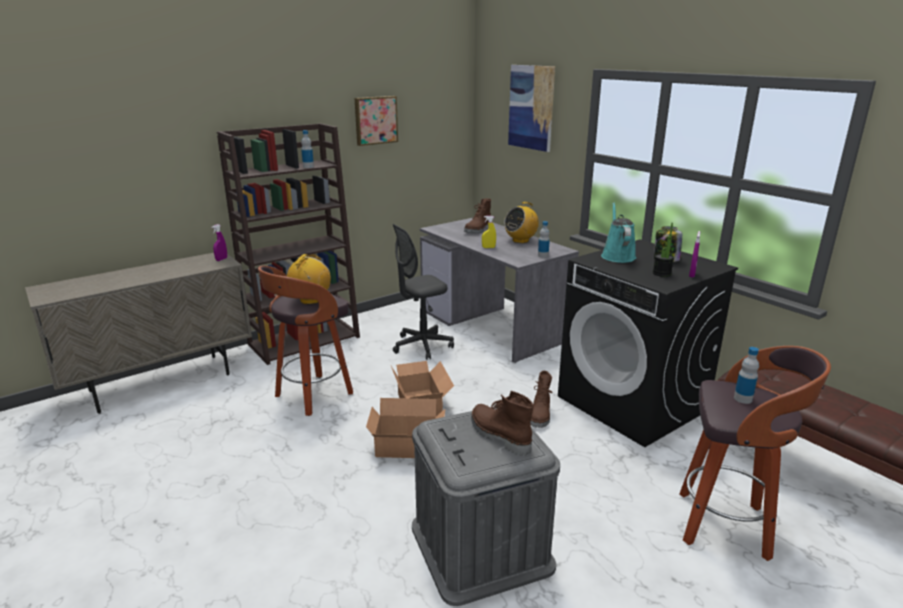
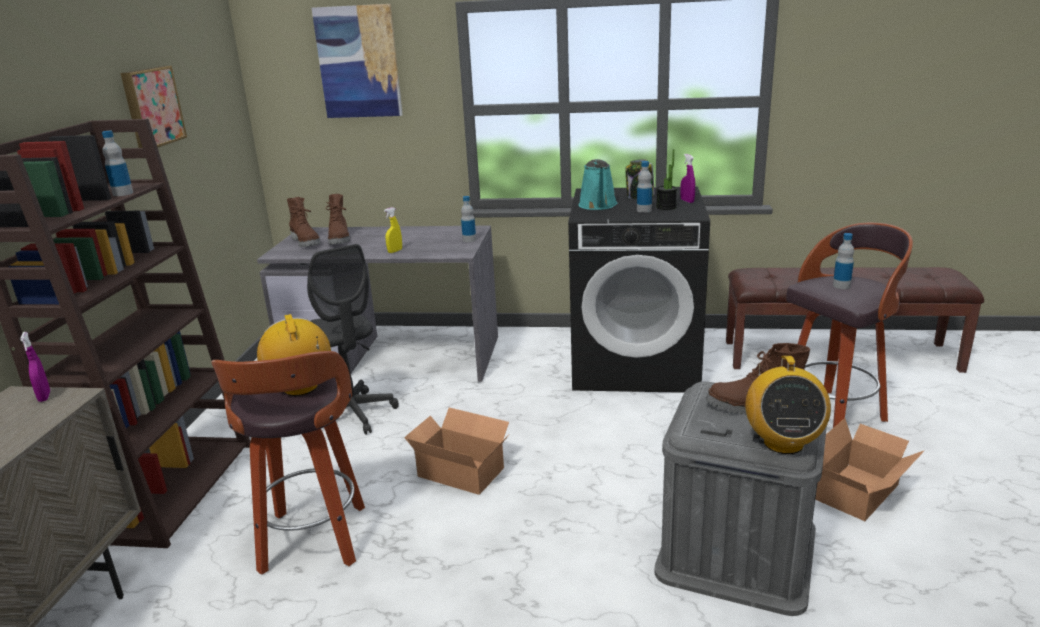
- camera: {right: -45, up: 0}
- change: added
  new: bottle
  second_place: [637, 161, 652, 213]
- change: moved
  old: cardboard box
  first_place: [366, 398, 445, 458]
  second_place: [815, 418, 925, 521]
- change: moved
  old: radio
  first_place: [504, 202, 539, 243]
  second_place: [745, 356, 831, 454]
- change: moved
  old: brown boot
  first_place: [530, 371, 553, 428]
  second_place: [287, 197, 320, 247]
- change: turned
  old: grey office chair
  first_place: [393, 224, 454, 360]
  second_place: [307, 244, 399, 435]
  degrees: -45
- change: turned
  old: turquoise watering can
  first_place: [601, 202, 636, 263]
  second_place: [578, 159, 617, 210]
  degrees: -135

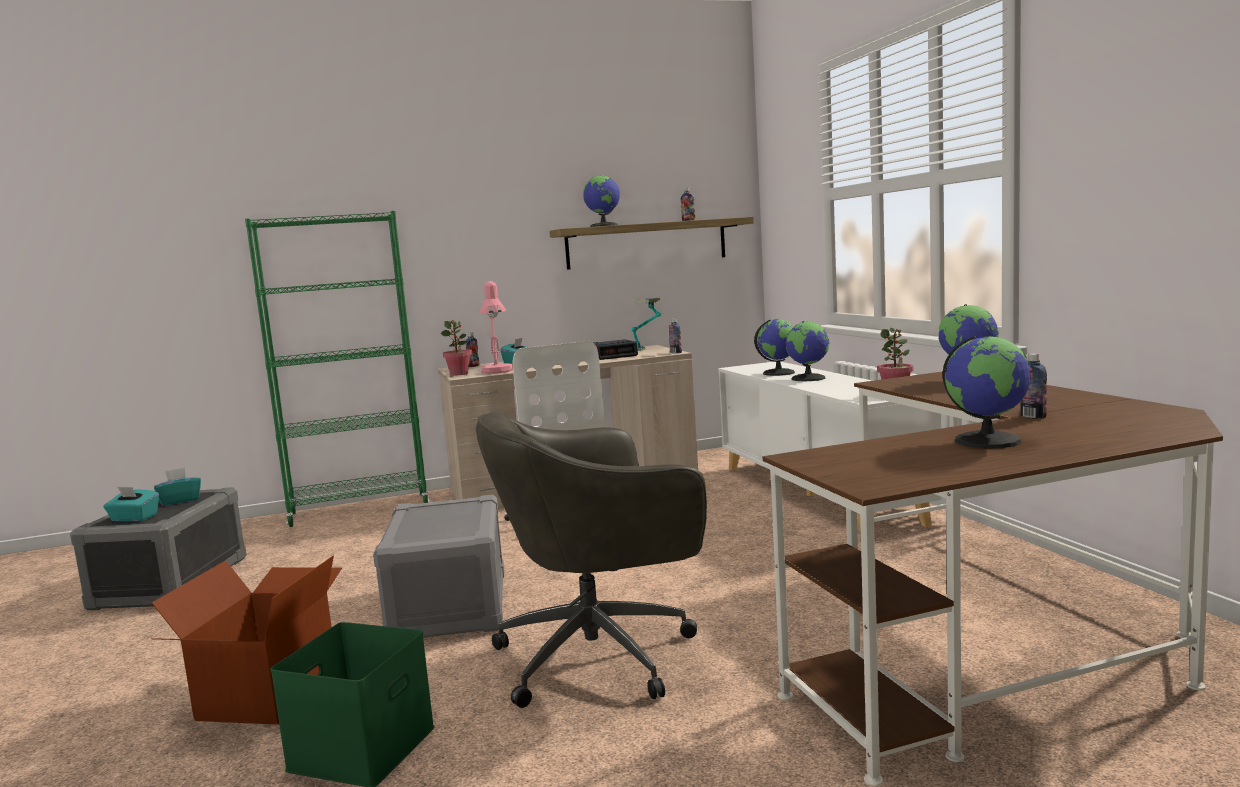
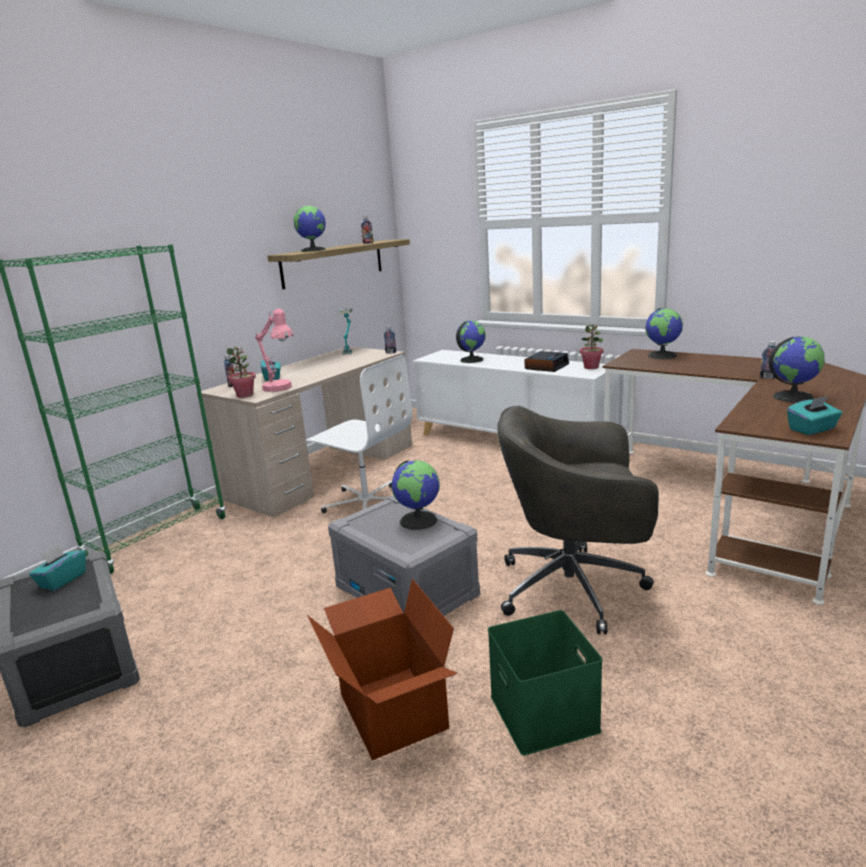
- camera: {right: -35, up: 10}
- change: moved
  old: turquoise tissue box
  first_place: [103, 487, 159, 522]
  second_place: [787, 396, 842, 435]
- change: moved
  old: alarm clock
  first_place: [593, 339, 638, 360]
  second_place: [525, 351, 569, 372]
- change: moved
  old: globe
  first_place: [786, 321, 829, 381]
  second_place: [391, 460, 440, 530]
- change: turned
  old: grey office chair
  first_place: [476, 412, 707, 708]
  second_place: [497, 406, 659, 634]
  degrees: 60

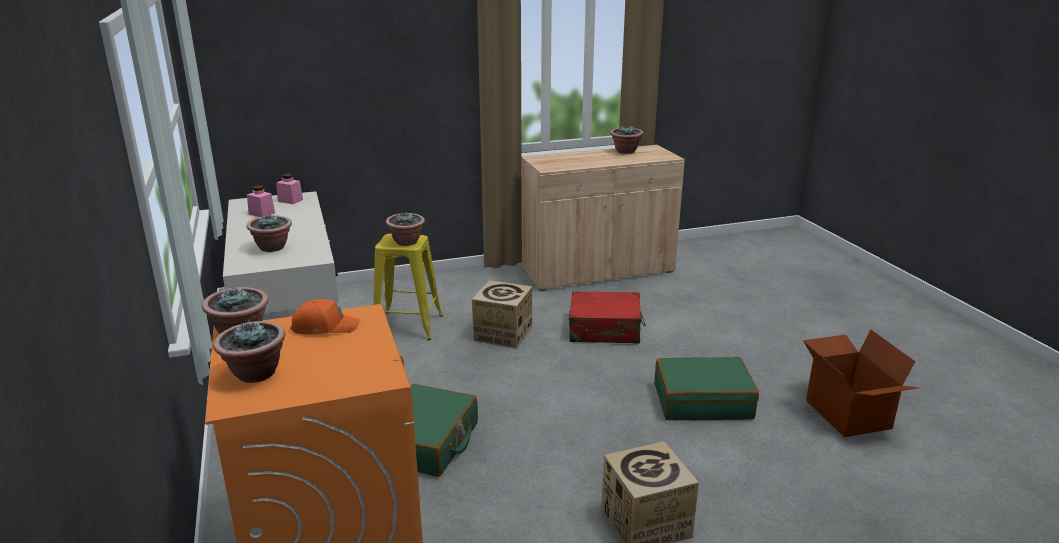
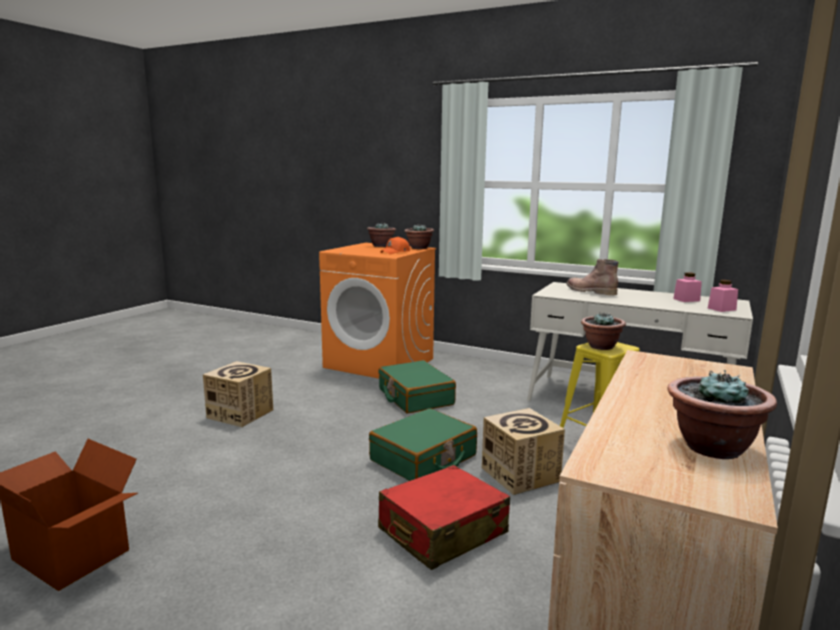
- camera: {right: 135, up: -10}
- change: moved
  old: green suitcase
  first_place: [654, 357, 759, 420]
  second_place: [369, 408, 477, 481]
- change: replaced
  old: potted plant
  new: brown boot
  first_place: [247, 215, 292, 252]
  second_place: [566, 259, 618, 295]

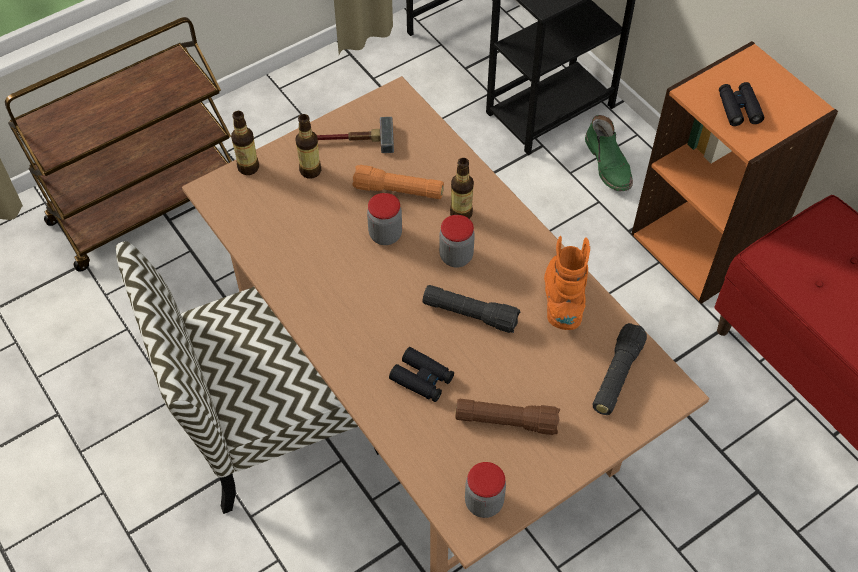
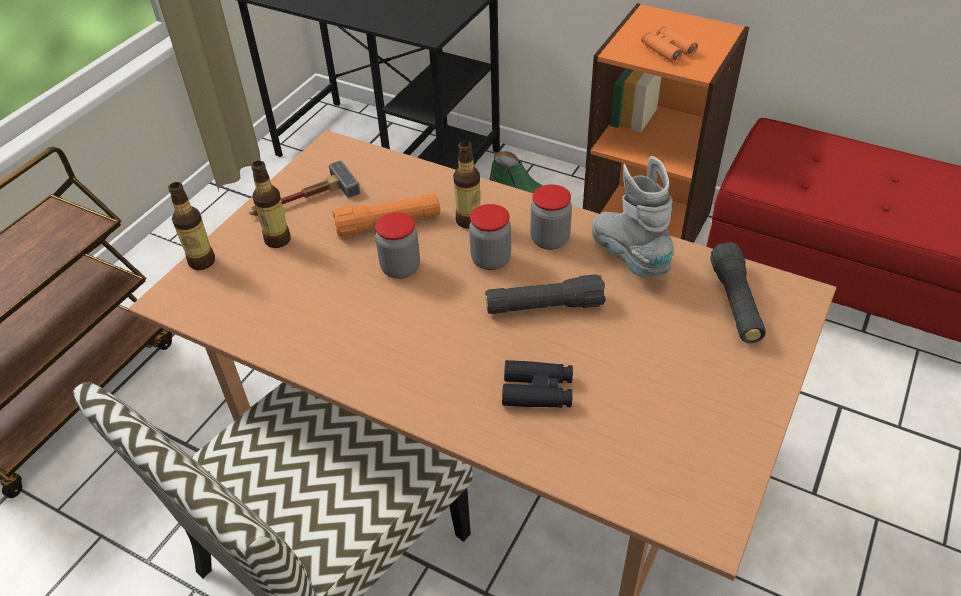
- camera: {right: -25, up: -10}
- change: removed
  old: brown flashlight
  first_place: [455, 399, 560, 435]
- change: moved
  old: jar
  first_place: [465, 462, 506, 518]
  second_place: [530, 184, 572, 250]
- change: recoloured
  old: orange boot
  new: grey boot
  first_place: [544, 236, 590, 330]
  second_place: [592, 156, 675, 277]
- change: recoloured
  old: black binoculars
  new: orange binoculars
  first_place: [719, 82, 764, 126]
  second_place: [641, 25, 698, 63]

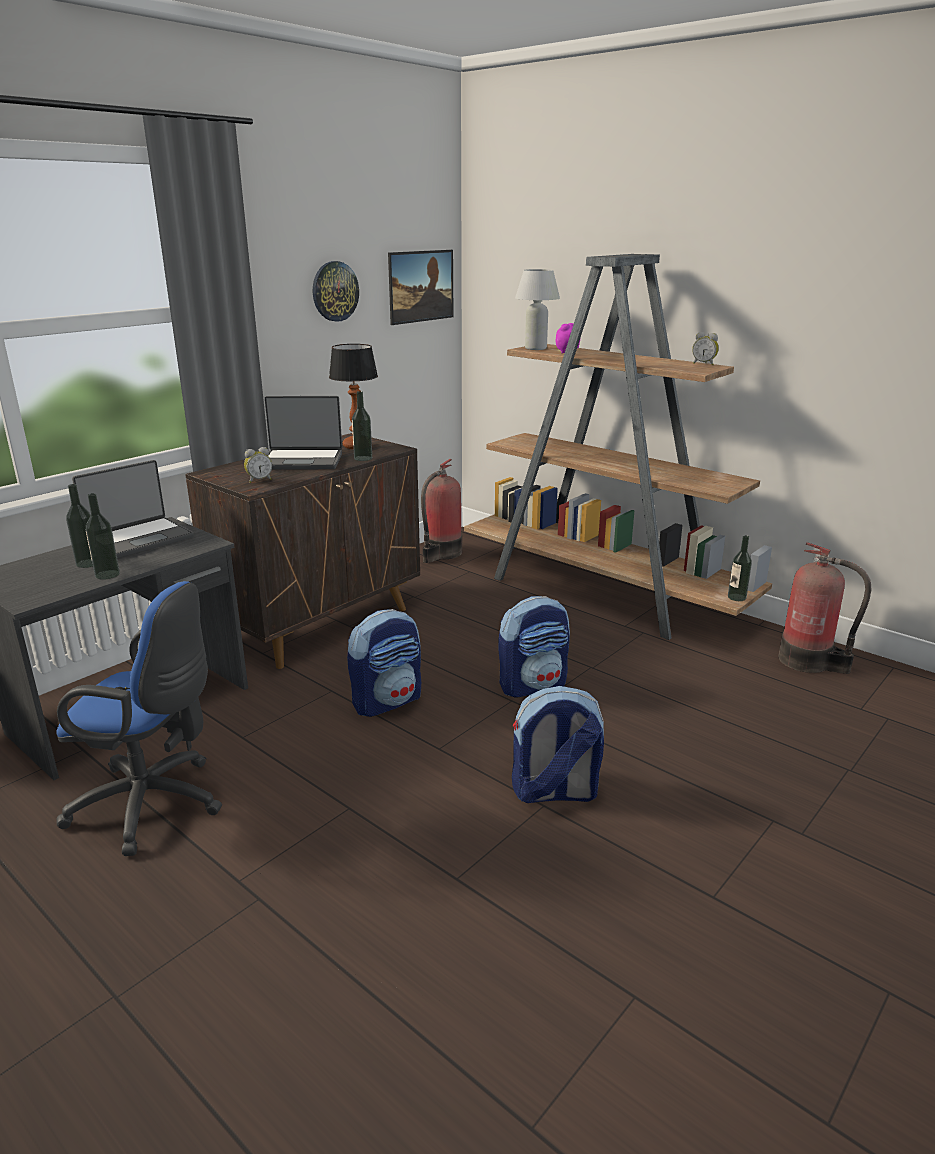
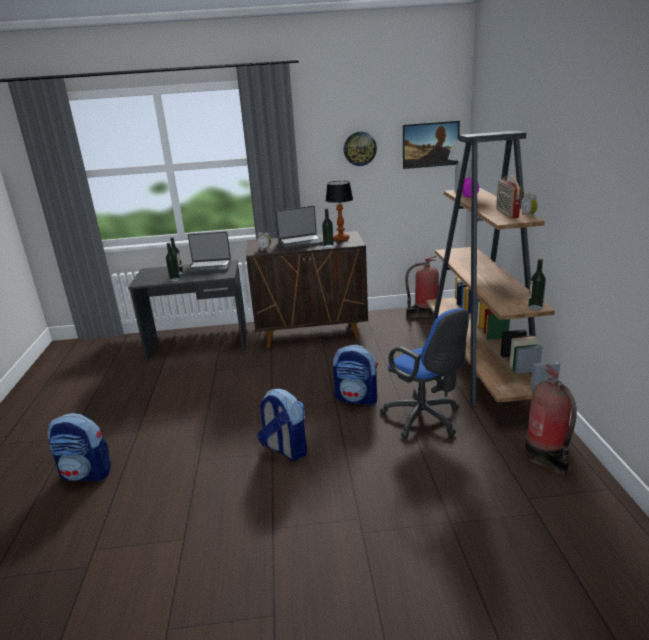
- camera: {right: 45, up: 0}
- change: added
  new: radio
  second_place: [496, 175, 522, 218]
- change: moved
  old: blue office chair
  first_place: [56, 581, 222, 856]
  second_place: [380, 308, 469, 438]
- change: moved
  old: backpack
  first_place: [347, 609, 421, 717]
  second_place: [48, 413, 111, 482]
- change: moved
  old: bottle
  first_place: [728, 535, 752, 601]
  second_place: [528, 259, 546, 310]
- change: turned
  old: laptop
  first_place: [265, 396, 342, 470]
  second_place: [276, 206, 323, 250]
  degrees: -60

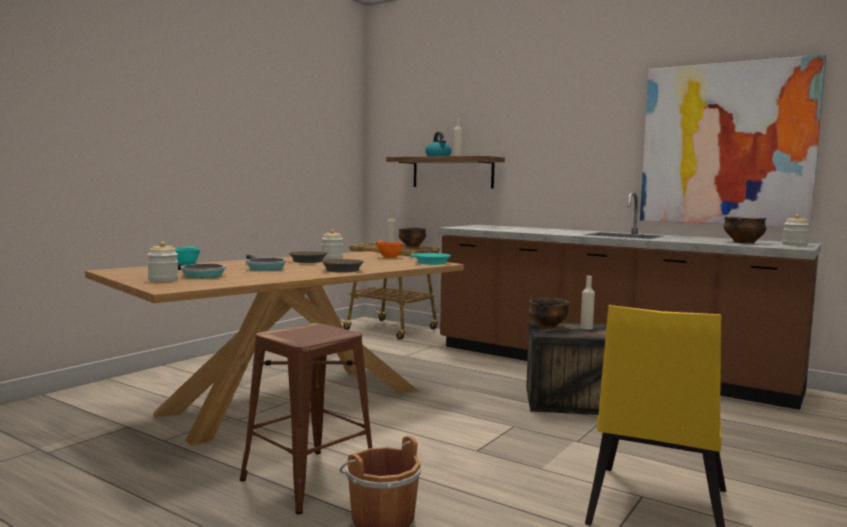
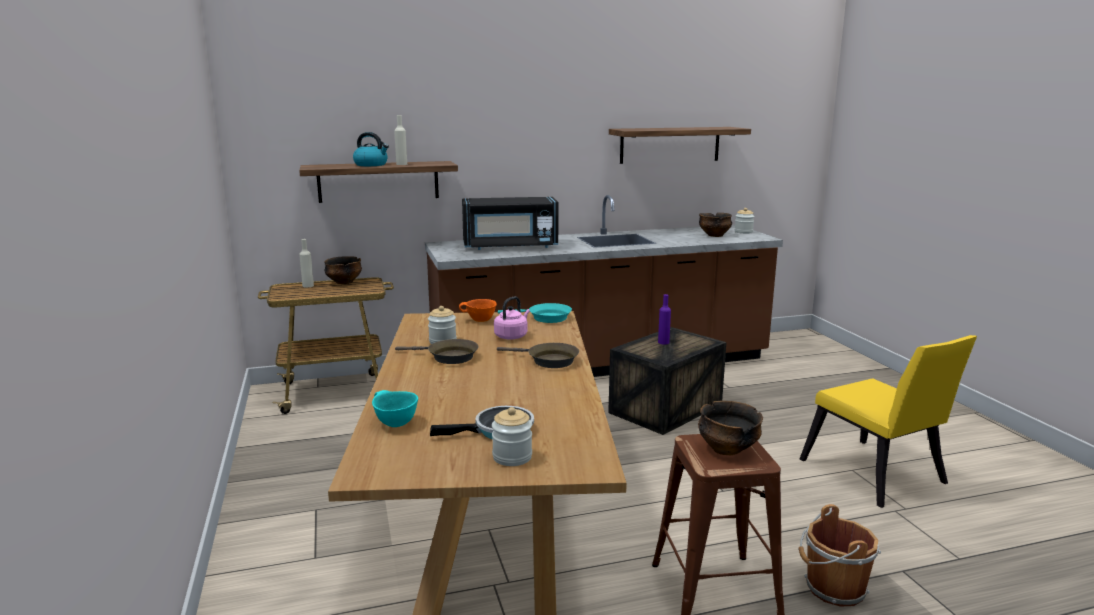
- camera: {right: -50, up: 10}
- change: removed
  old: frying pan
  first_place: [246, 255, 286, 271]
- change: added
  new: black microwave
  second_place: [462, 197, 559, 250]
- change: added
  new: pink kettle
  second_place: [494, 296, 530, 340]
- change: moved
  old: bowl
  first_place: [529, 298, 569, 328]
  second_place: [698, 401, 763, 455]
- change: replaced
  old: picture
  new: shelf
  first_place: [640, 54, 826, 228]
  second_place: [609, 127, 751, 164]
- change: recoloured
  old: beige bottle
  new: purple bottle
  first_place: [580, 276, 595, 330]
  second_place: [658, 294, 671, 345]

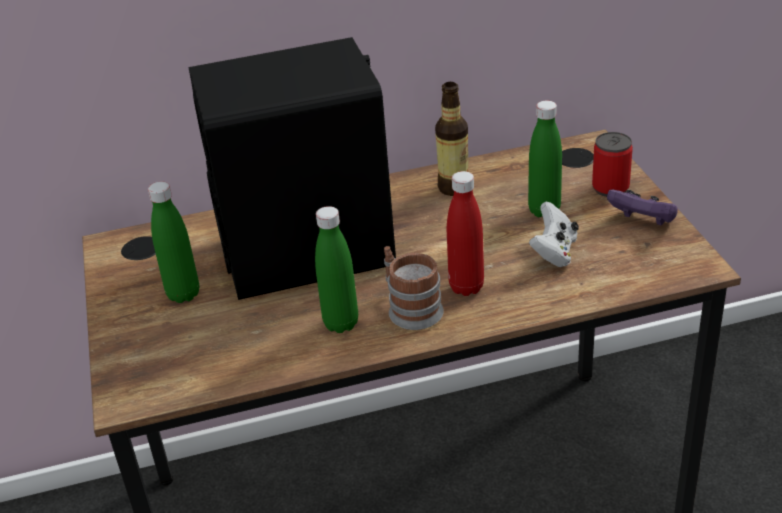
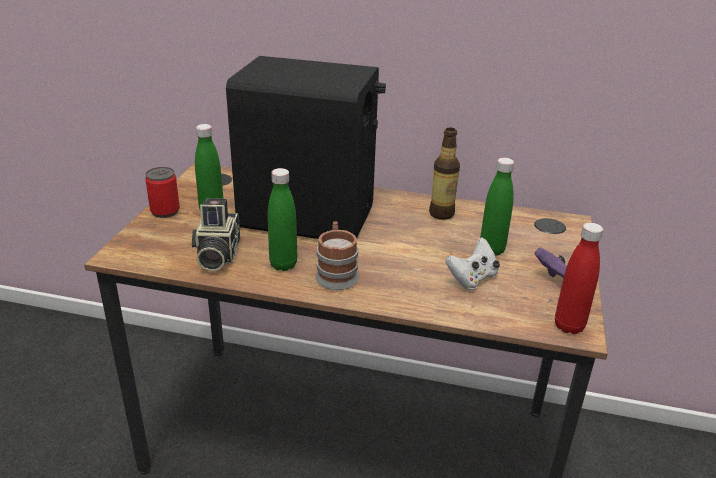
- camera: {right: 25, up: -5}
- change: added
  new: photo camera
  second_place: [192, 198, 240, 271]
- change: moved
  old: red bottle
  first_place: [447, 171, 484, 296]
  second_place: [555, 223, 603, 334]
- change: moved
  old: can
  first_place: [592, 132, 633, 197]
  second_place: [145, 167, 180, 218]

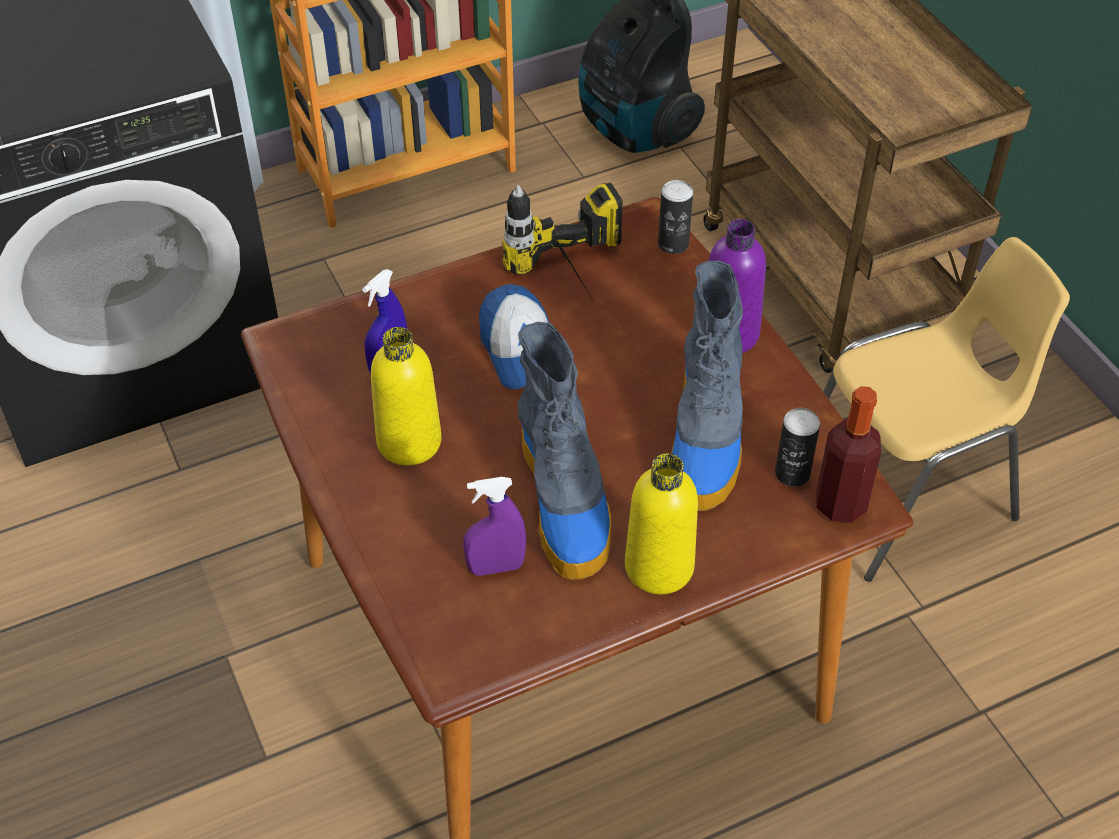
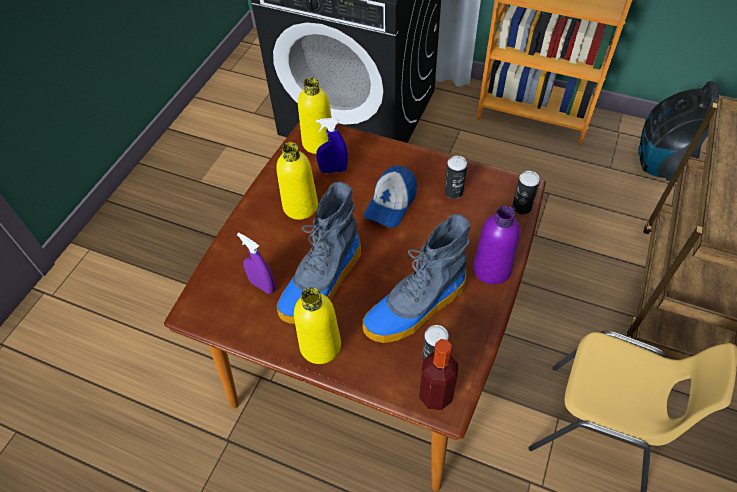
- camera: {right: 50, up: 5}
- change: added
  new: yellow bottle
  second_place: [298, 77, 332, 154]
- change: replaced
  old: power drill
  new: can
  first_place: [502, 183, 623, 298]
  second_place: [444, 156, 467, 199]

